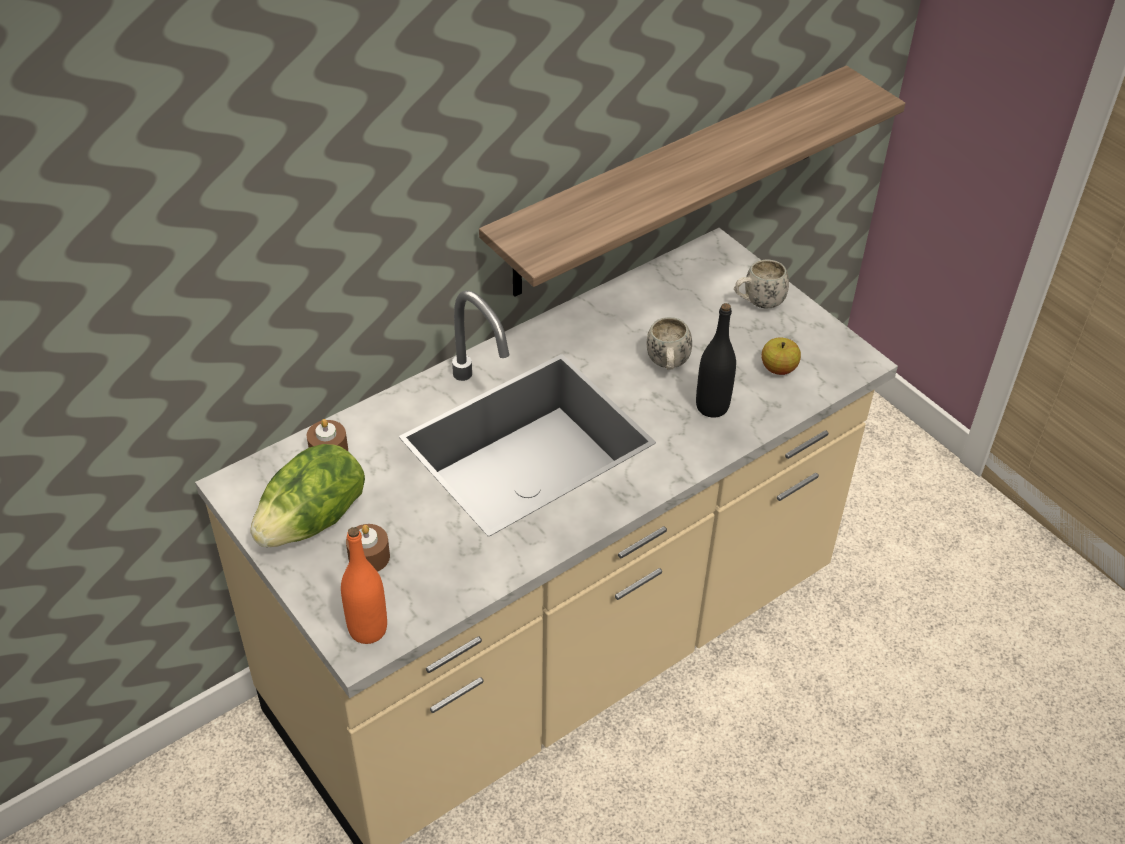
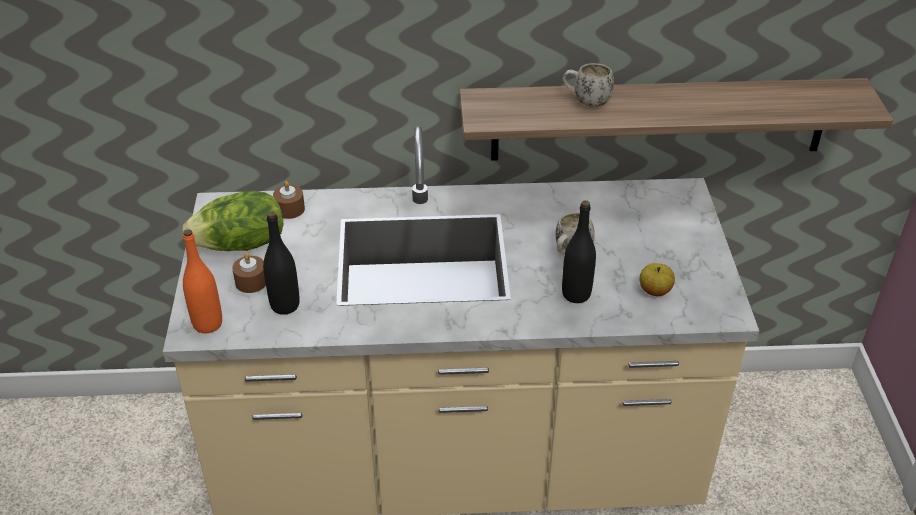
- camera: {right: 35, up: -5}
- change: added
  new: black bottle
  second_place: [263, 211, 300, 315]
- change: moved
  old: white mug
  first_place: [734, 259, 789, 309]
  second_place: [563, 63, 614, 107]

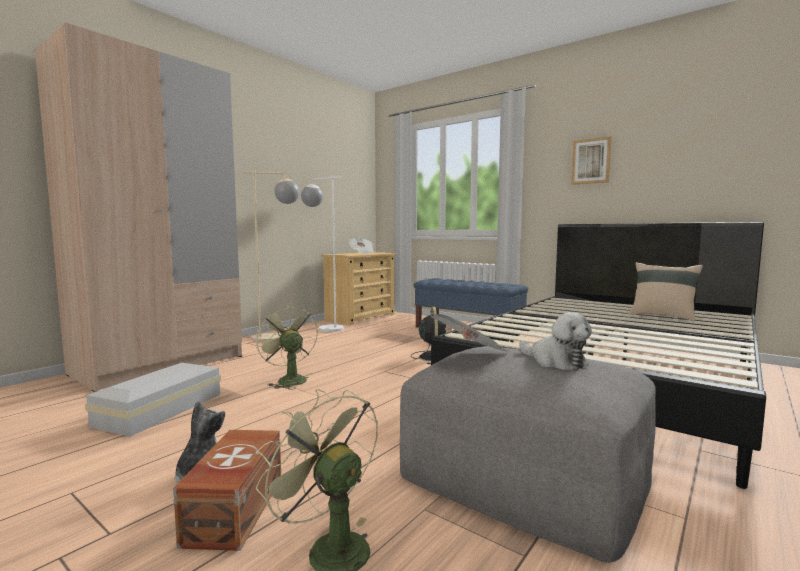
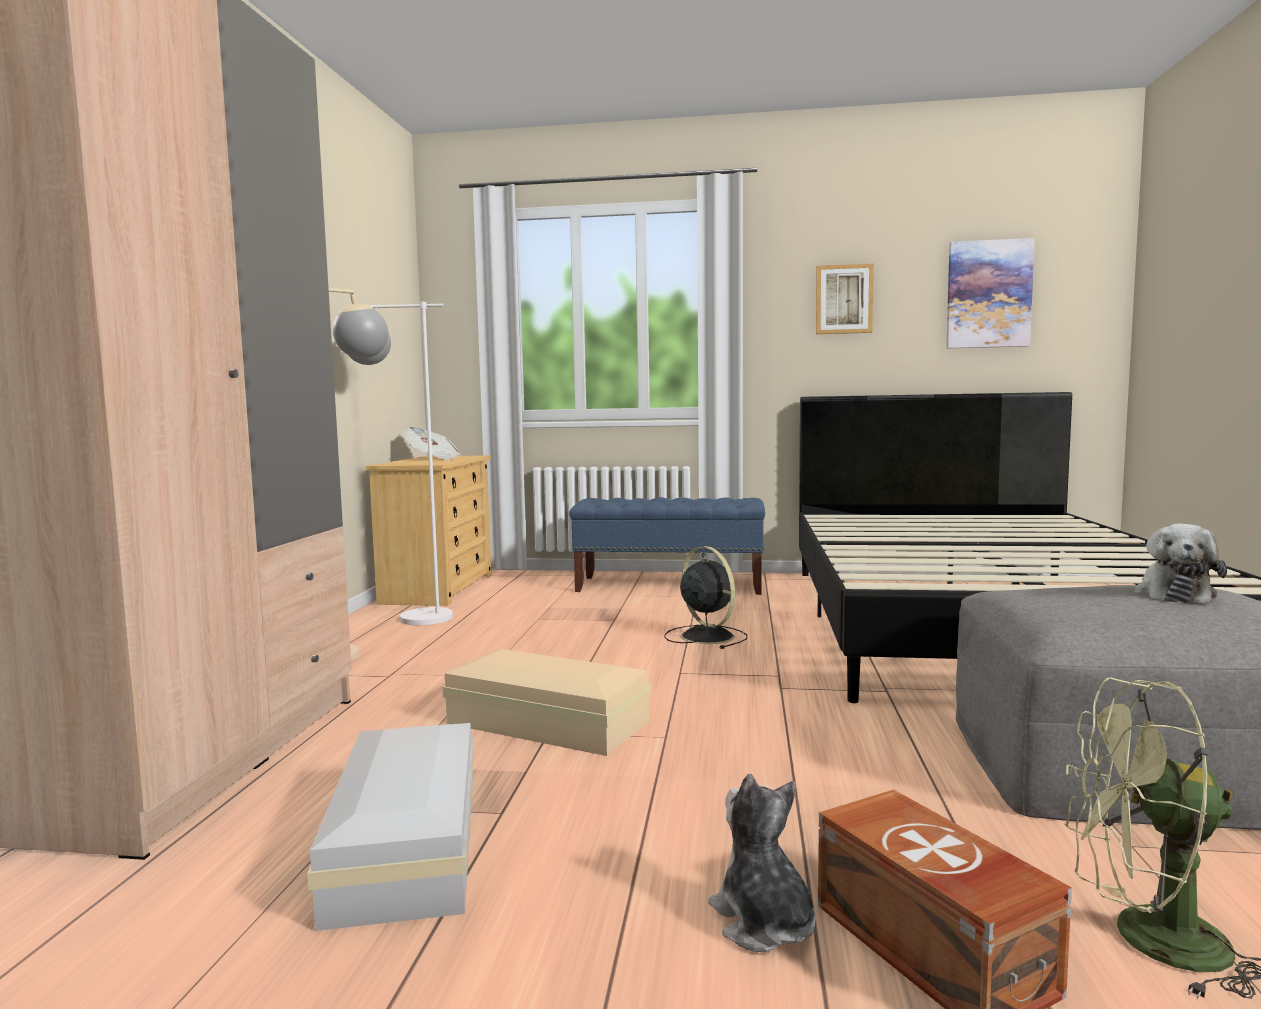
- camera: {right: -30, up: 0}
- change: removed
  old: newspaper
  first_place: [431, 314, 508, 351]
- change: removed
  old: beige pillow
  first_place: [629, 262, 703, 322]
- change: added
  new: picture
  second_place: [946, 238, 1035, 348]
- change: replaced
  old: green fan
  new: beige storage box
  first_place: [255, 305, 318, 390]
  second_place: [443, 649, 651, 756]
- change: turned
  old: plush toy
  first_place: [519, 312, 592, 370]
  second_place: [1135, 524, 1227, 604]
  degrees: 90

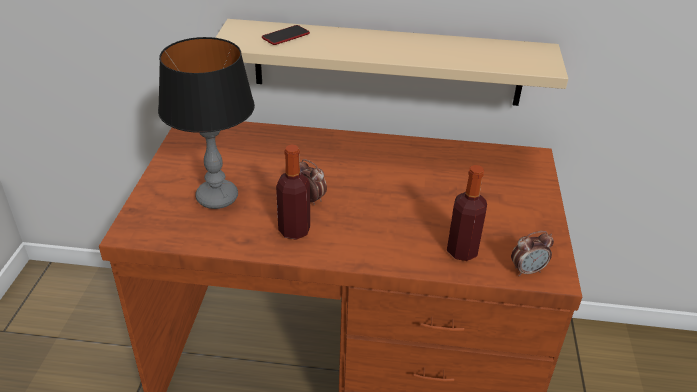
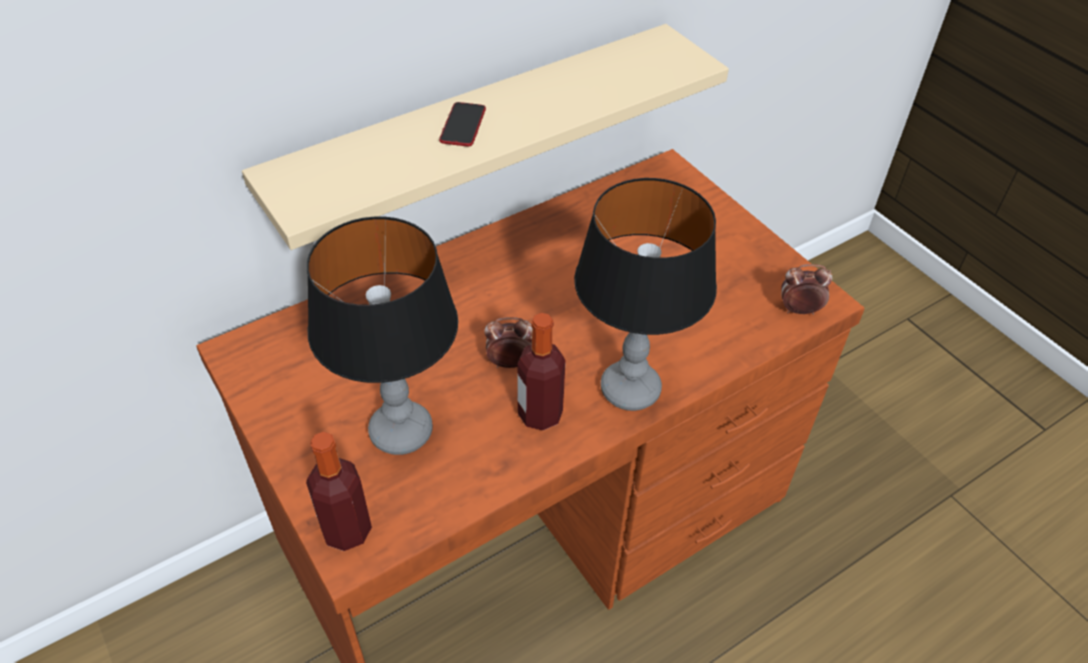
- camera: {right: -40, up: 10}
- change: added
  new: table lamp
  second_place: [574, 178, 717, 411]
- change: moved
  old: phone
  first_place: [262, 25, 310, 45]
  second_place: [439, 102, 486, 146]
- change: moved
  old: bottle
  first_place: [447, 165, 487, 261]
  second_place: [306, 432, 372, 551]
- change: turned
  old: alarm clock
  first_place: [511, 231, 554, 276]
  second_place: [781, 264, 832, 315]
  degrees: -120

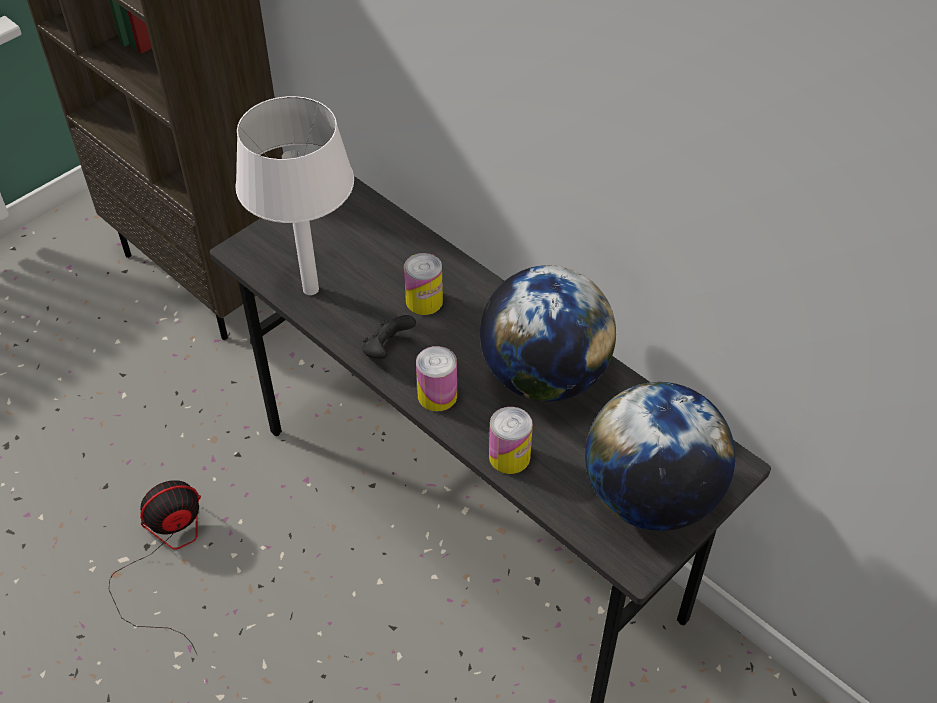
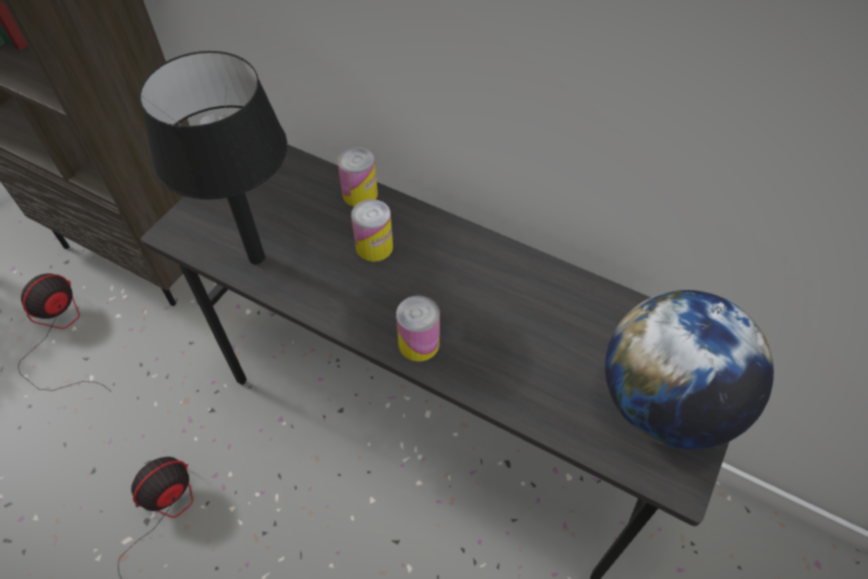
- camera: {right: -15, up: 5}
- change: removed
  old: black game controller
  first_place: [362, 315, 416, 359]
- change: removed
  old: globe
  first_place: [480, 265, 616, 401]
- change: added
  new: fan
  second_place: [18, 273, 112, 392]
- change: moved
  old: can
  first_place: [489, 407, 533, 474]
  second_place: [337, 147, 378, 207]
- change: recoloured
  old: white table lamp
  new: black table lamp
  first_place: [235, 96, 354, 295]
  second_place: [139, 51, 287, 264]

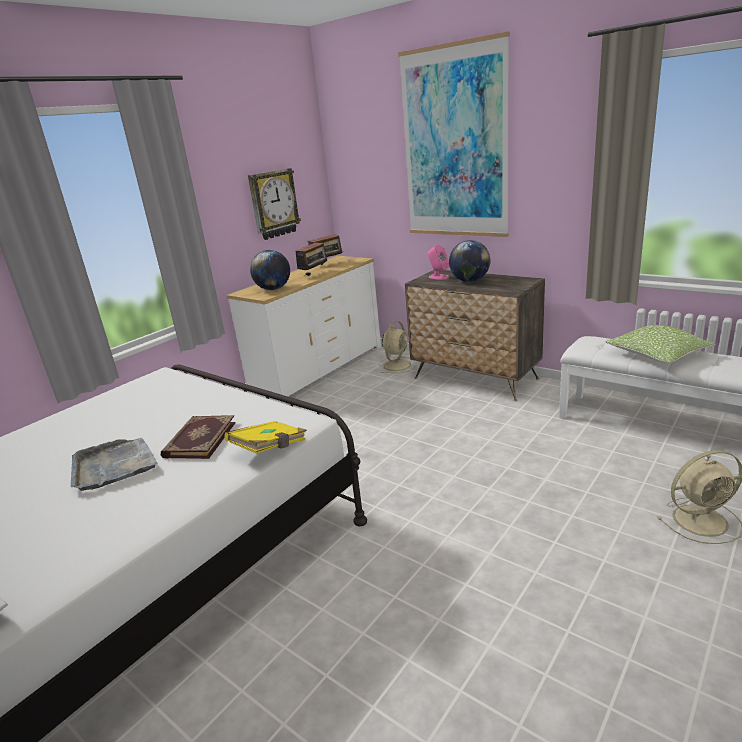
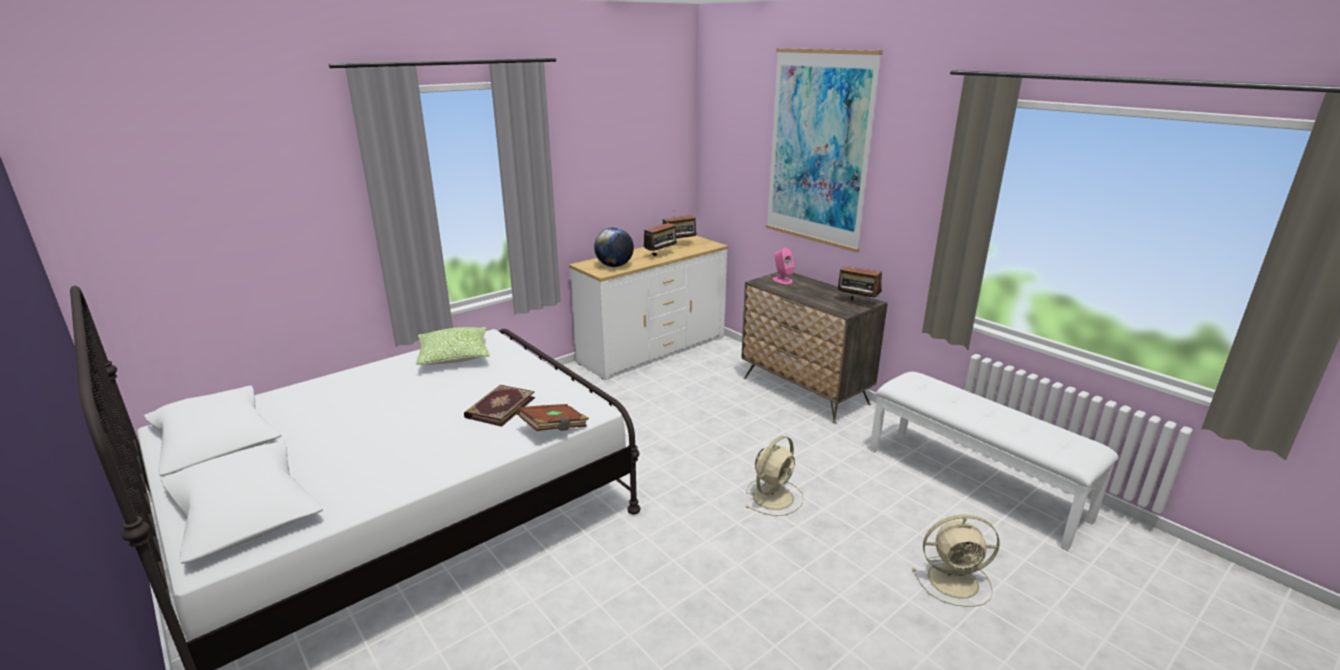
- camera: {right: 10, up: 0}
- change: removed
  old: grey tray
  first_place: [71, 438, 158, 491]
- change: removed
  old: wall clock
  first_place: [248, 168, 301, 240]
- change: removed
  old: globe
  first_place: [449, 240, 490, 282]
- change: added
  new: radio
  second_place: [837, 260, 882, 300]
- change: moved
  old: beige fan
  first_place: [379, 321, 417, 373]
  second_place: [746, 436, 804, 516]
- change: moved
  old: pillow
  first_place: [605, 325, 716, 363]
  second_place: [416, 327, 490, 365]
- change: recoloured
  old: yellow book
  new: brown book
  first_place: [225, 421, 307, 454]
  second_place: [516, 404, 589, 431]

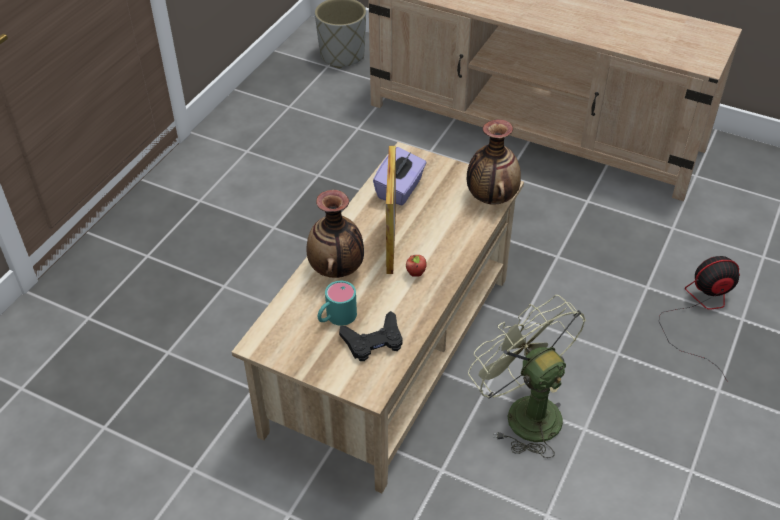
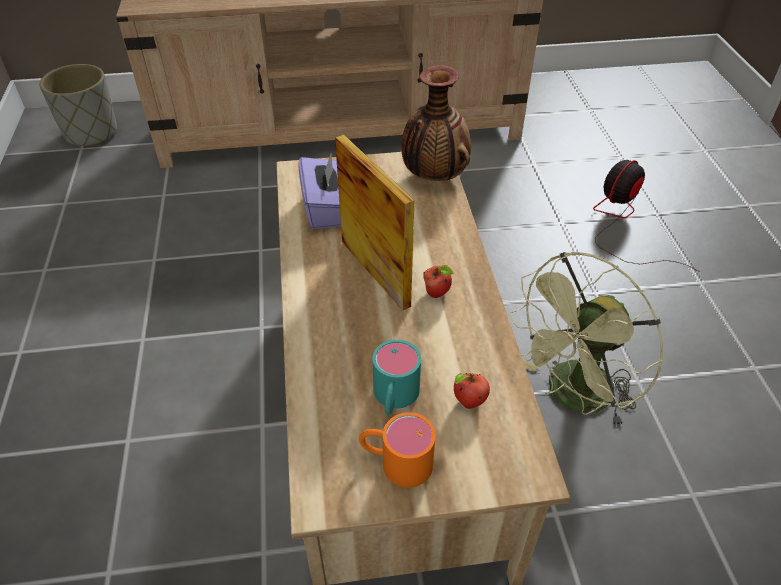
- camera: {right: -35, up: 0}
- change: removed
  old: vase
  first_place: [306, 190, 364, 278]
- change: added
  new: orange mug
  second_place: [359, 412, 436, 488]
- change: replaced
  old: black game controller
  new: apple
  first_place: [339, 311, 403, 361]
  second_place: [454, 373, 490, 409]
- change: turned
  old: green fan
  first_place: [468, 295, 586, 458]
  second_place: [509, 251, 663, 428]
  degrees: -60

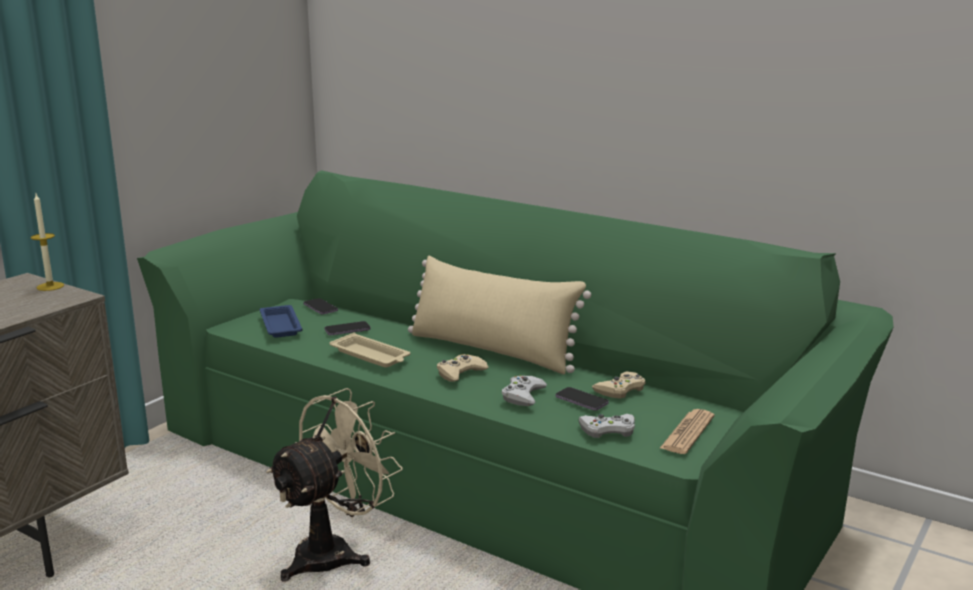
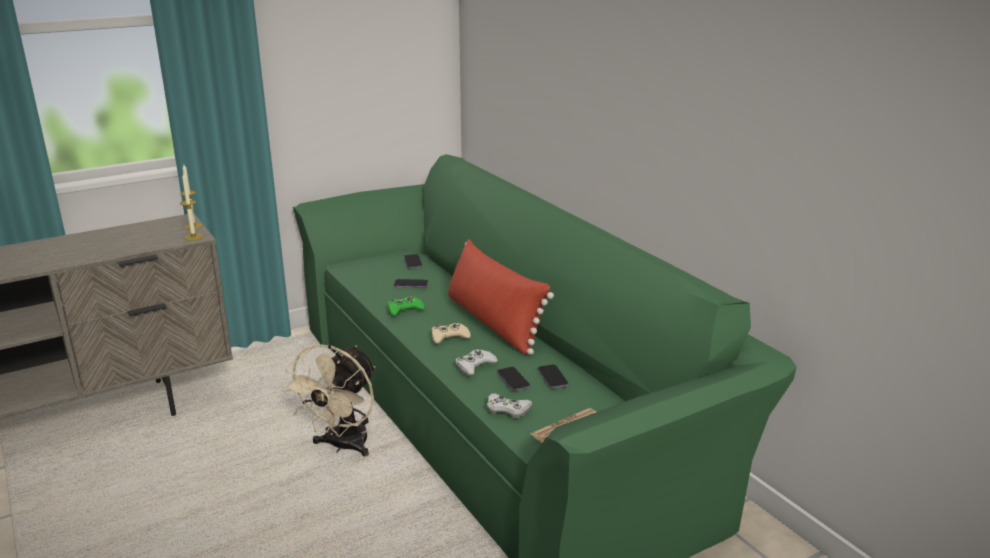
- camera: {right: 25, up: 5}
- change: removed
  old: blue tray
  first_place: [259, 305, 303, 338]
- change: added
  new: candle
  second_place: [180, 172, 203, 240]
- change: replaced
  old: beige tray
  new: green game controller
  first_place: [329, 333, 411, 368]
  second_place: [387, 296, 425, 316]
- change: replaced
  old: beige game controller
  new: phone
  first_place: [592, 372, 645, 399]
  second_place: [538, 364, 569, 388]
- change: recoloured
  old: beige pillow
  new: red pillow
  first_place: [408, 256, 591, 374]
  second_place: [448, 239, 554, 355]
- change: turned
  old: beige fan
  first_place: [266, 388, 403, 582]
  second_place: [282, 344, 375, 457]
  degrees: 135

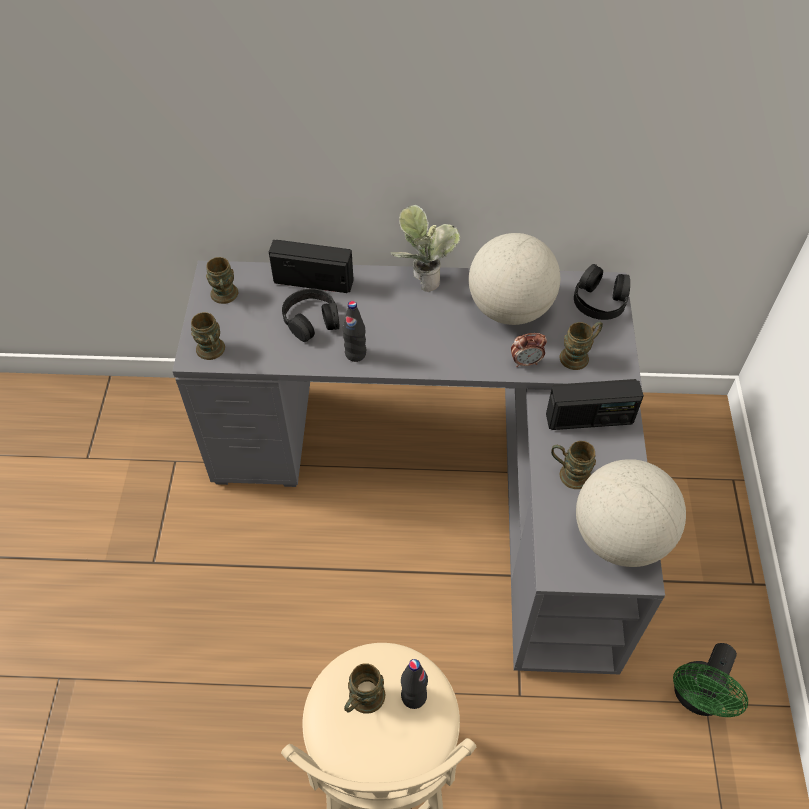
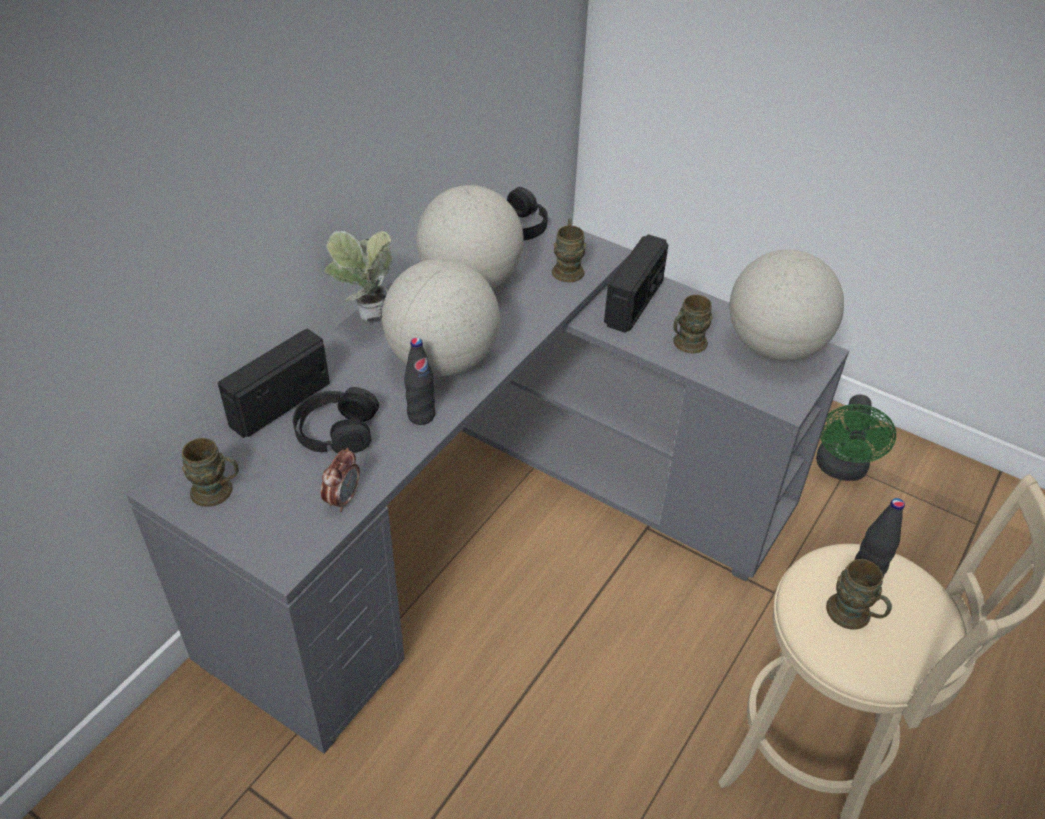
- camera: {right: -60, up: -10}
- change: removed
  old: brown mug
  first_place: [191, 312, 225, 360]
- change: added
  new: globe
  second_place: [382, 259, 500, 376]
- change: moved
  old: alarm clock
  first_place: [511, 333, 547, 367]
  second_place: [321, 448, 360, 512]
- change: turned
  old: green fan
  first_place: [673, 643, 748, 717]
  second_place: [816, 395, 896, 481]
  degrees: 45

